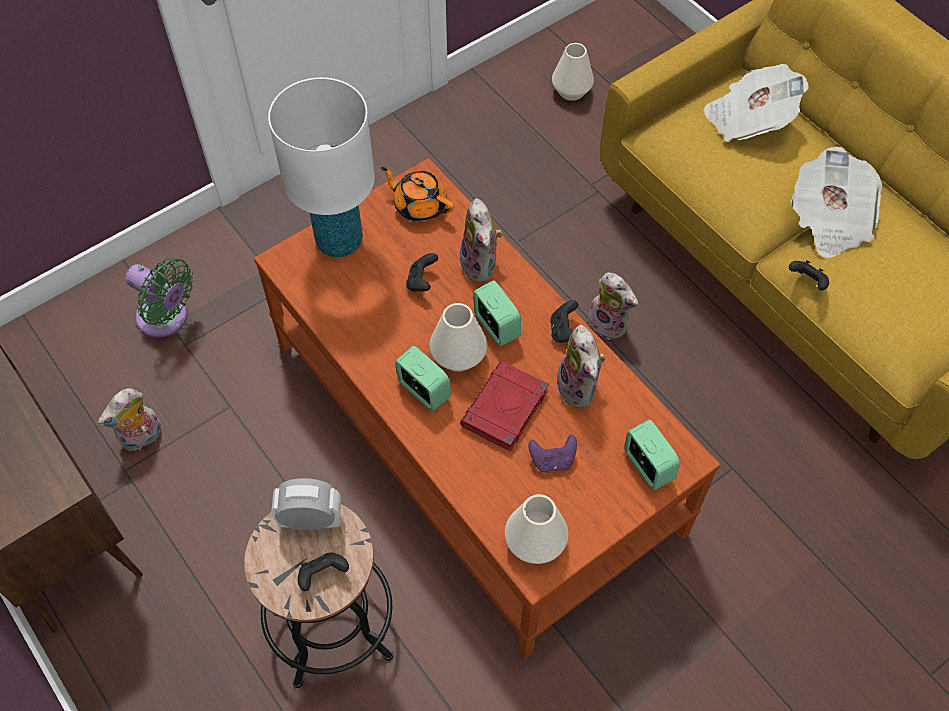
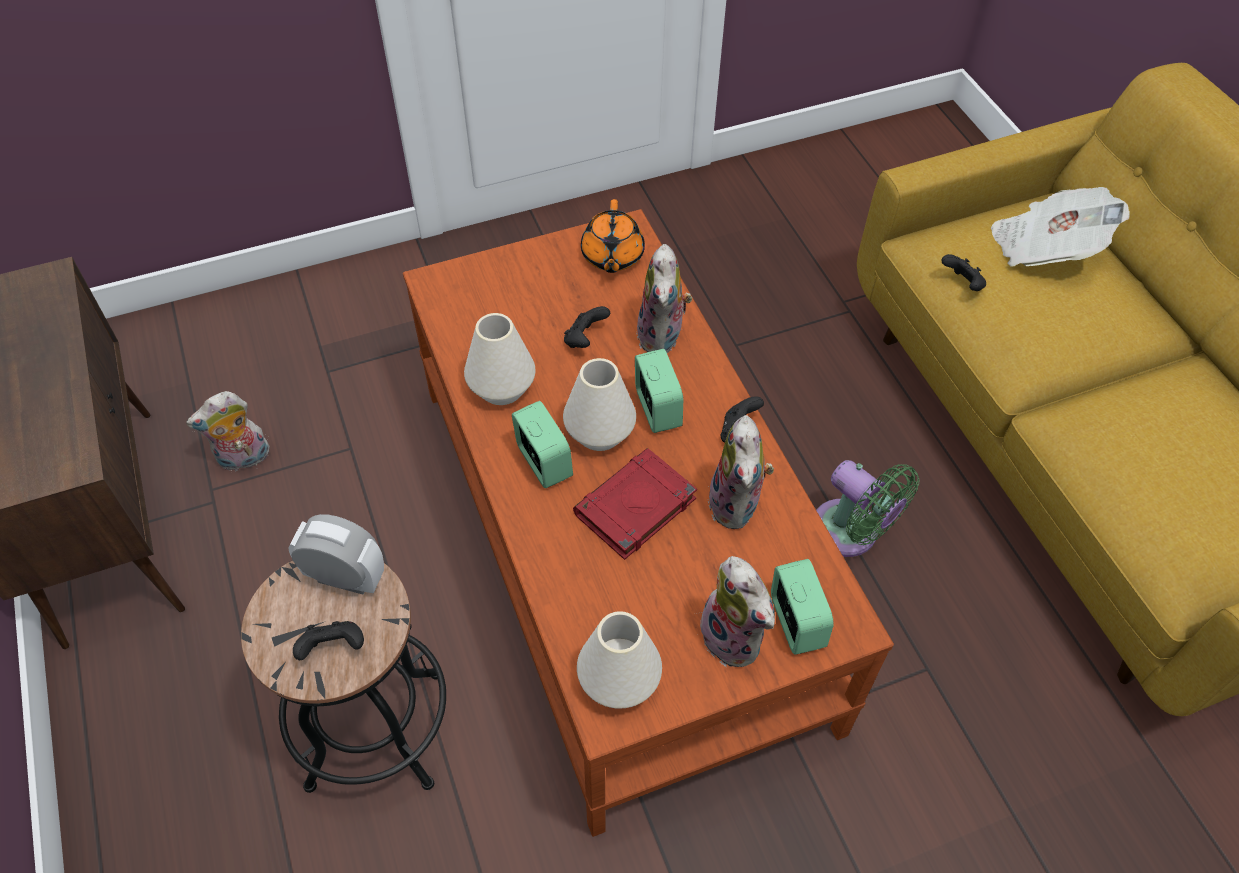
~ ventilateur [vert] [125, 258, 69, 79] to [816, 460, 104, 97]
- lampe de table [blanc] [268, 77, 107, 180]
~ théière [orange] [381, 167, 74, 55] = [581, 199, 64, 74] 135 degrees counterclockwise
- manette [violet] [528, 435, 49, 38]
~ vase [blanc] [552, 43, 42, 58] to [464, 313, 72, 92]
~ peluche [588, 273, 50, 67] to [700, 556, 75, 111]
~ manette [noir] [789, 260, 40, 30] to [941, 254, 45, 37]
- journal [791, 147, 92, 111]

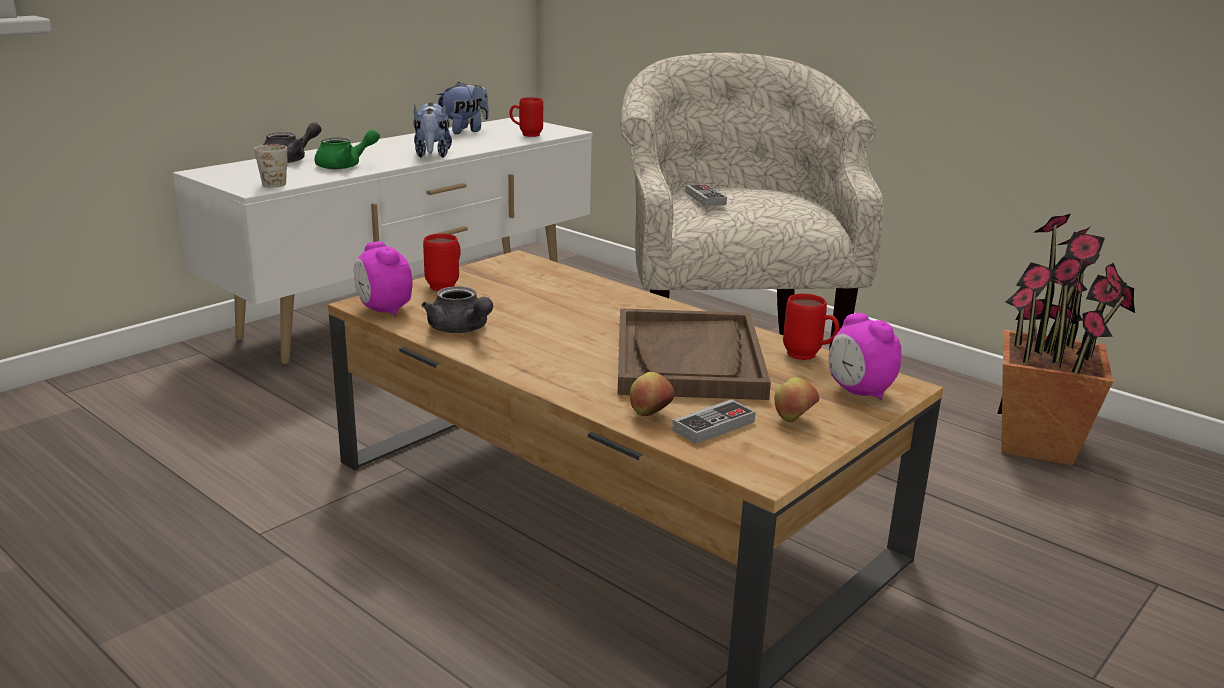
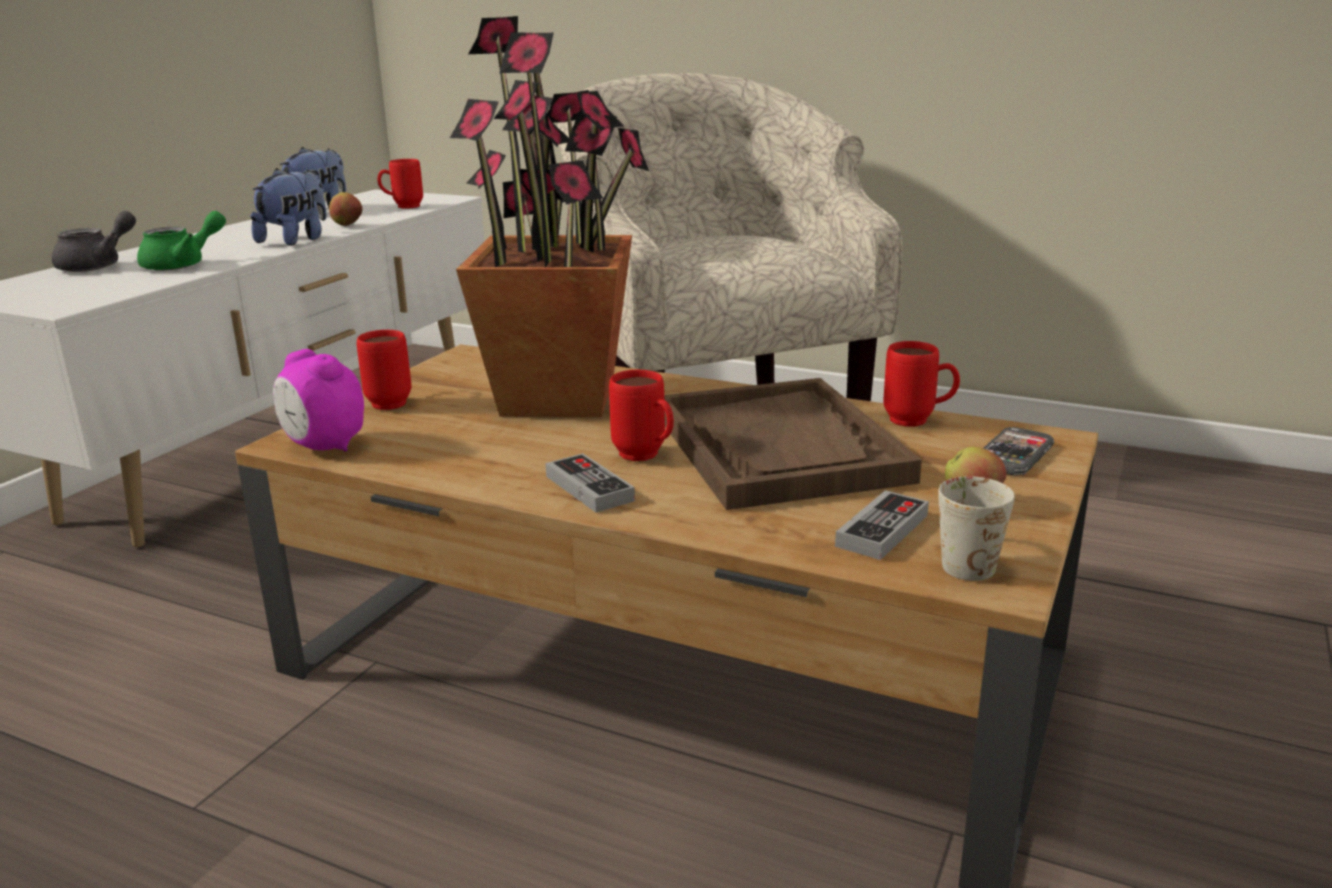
~ mug [blanc] [254, 144, 34, 44] to [938, 476, 77, 105]
~ peluche [414, 102, 38, 56] = [251, 168, 76, 78] 135 degrees counterclockwise
- théière [gris] [422, 286, 71, 47]
~ pomme [630, 372, 44, 44] to [329, 192, 33, 34]
~ manette [685, 184, 42, 22] to [545, 453, 90, 60]
~ réveil [829, 313, 72, 87] to téléphone [983, 427, 71, 49]
~ plante en pot [997, 214, 138, 252] to [450, 16, 199, 401]
+ mug [rouge] [609, 370, 65, 91]

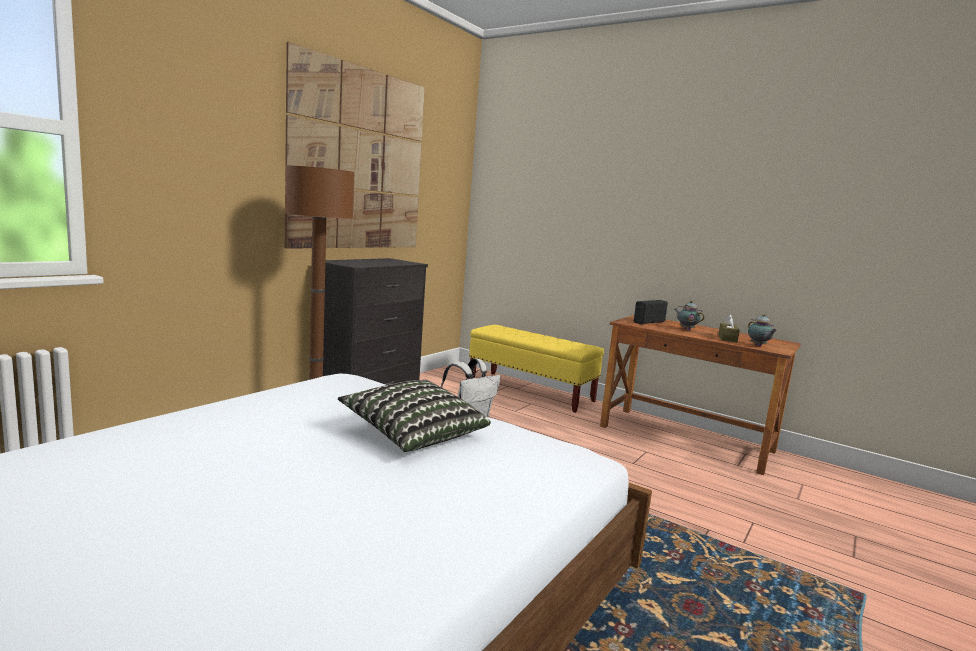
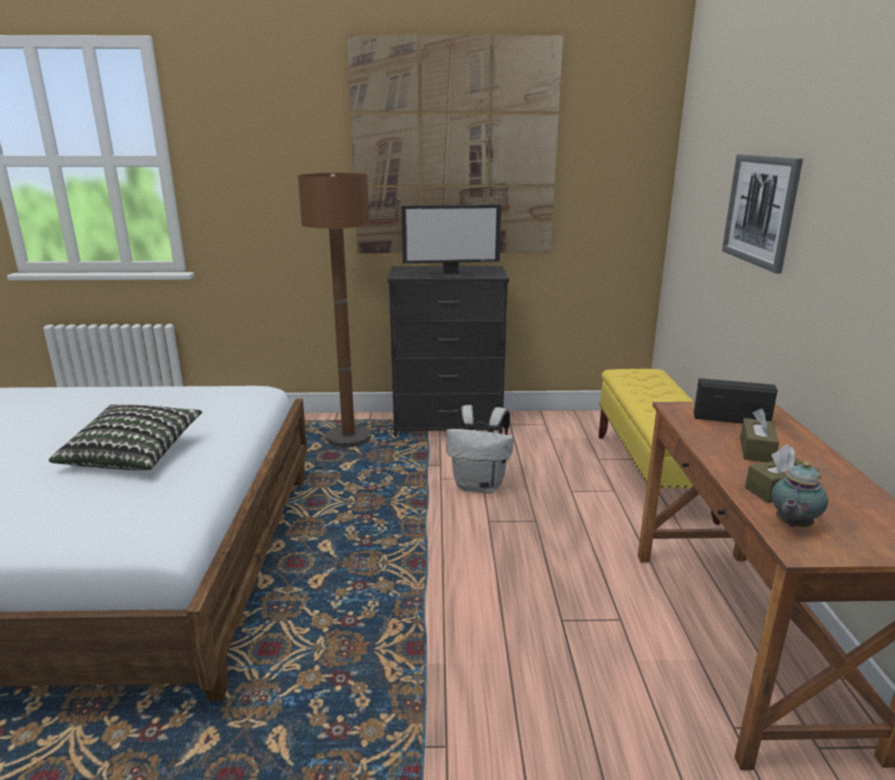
~ théière [675, 301, 30, 29] to boîte à mouchoirs [marron] [740, 409, 39, 53]
+ écran d'ordinateur [401, 205, 100, 73]
+ tableau [722, 154, 81, 119]

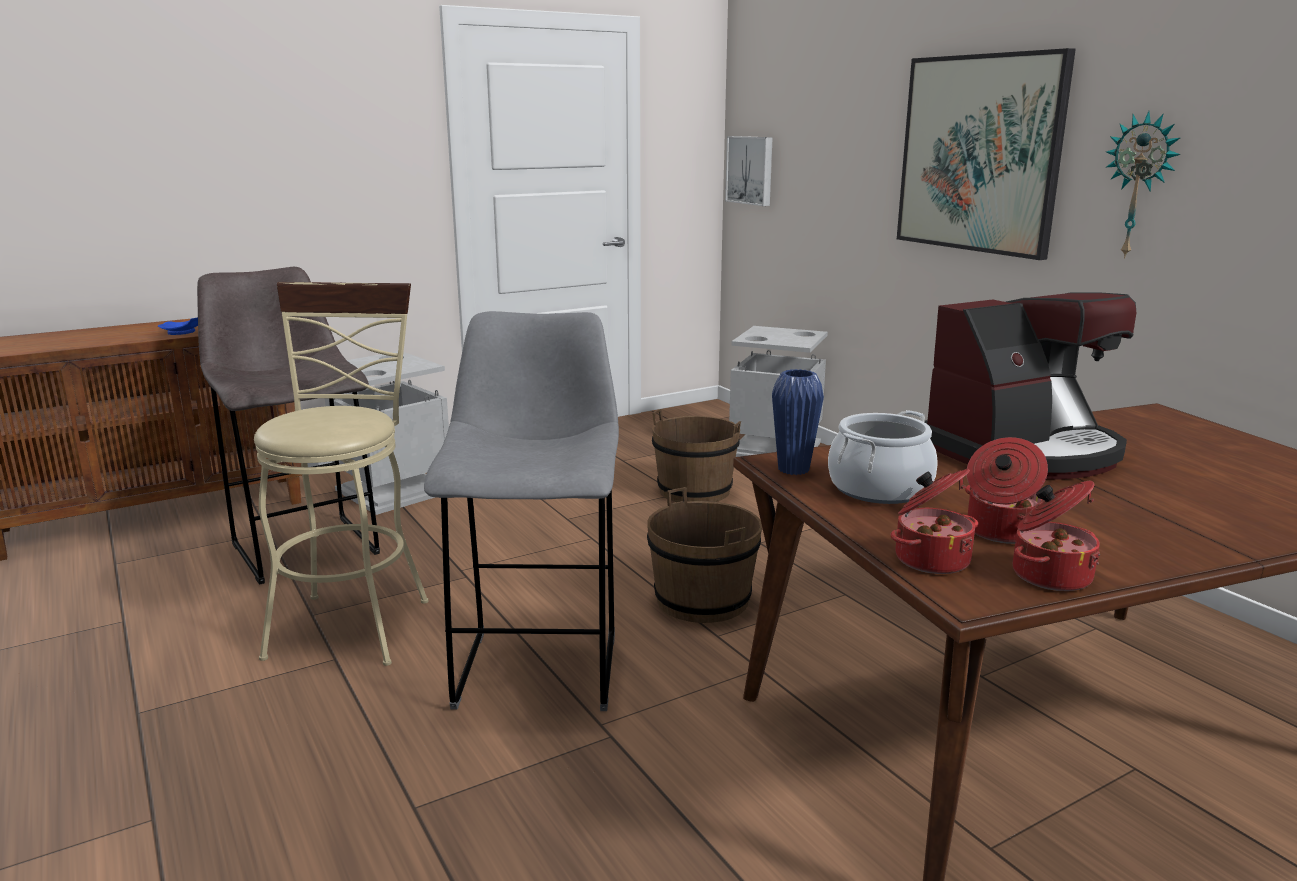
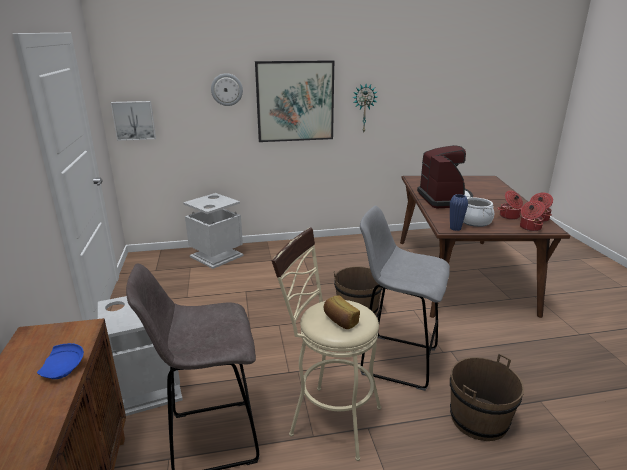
~ seau [marron] [652, 409, 89, 93] to [450, 354, 74, 87]
+ horloge murale [211, 73, 32, 33]
+ pain [324, 296, 36, 33]

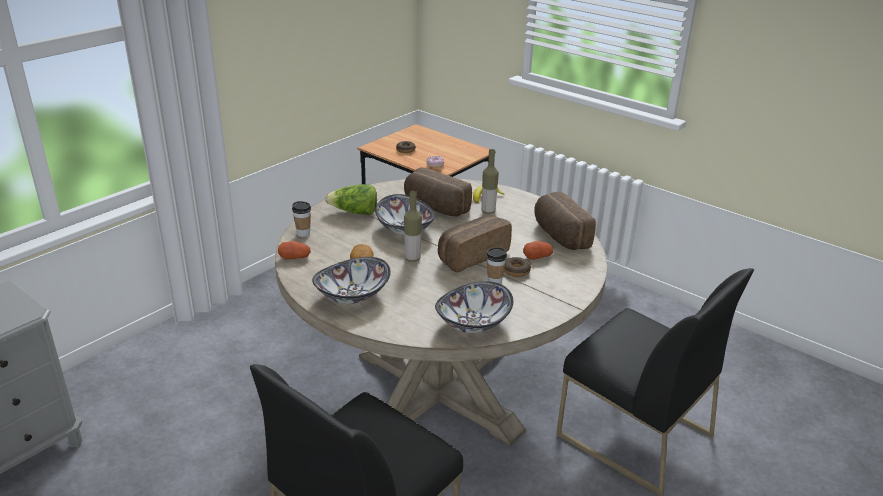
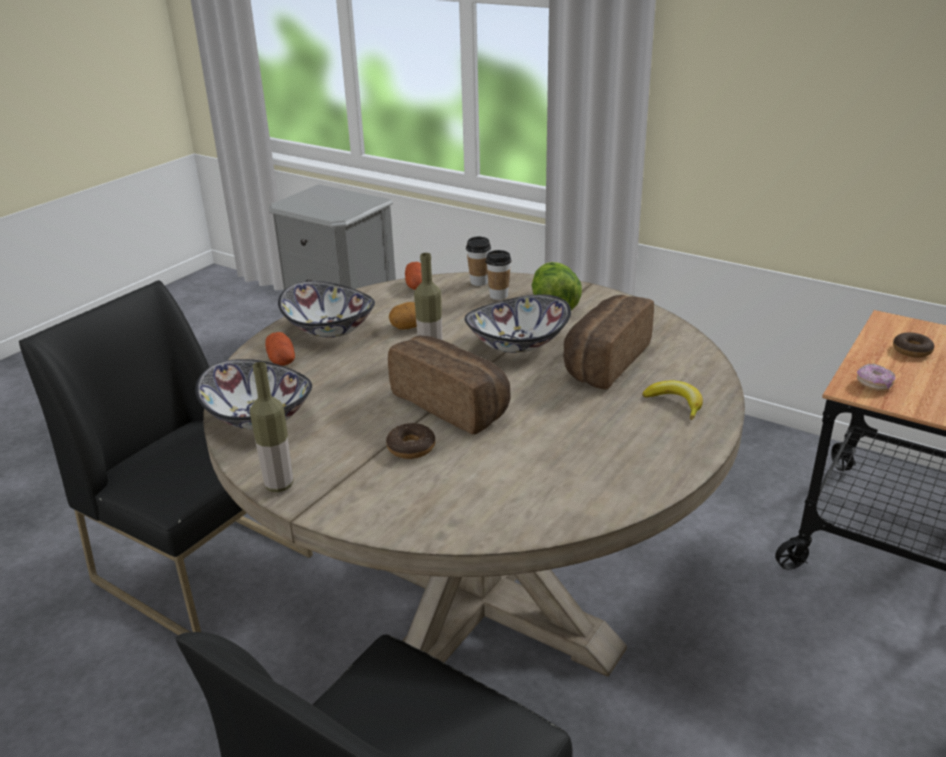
~ bouteille [481, 149, 18, 65] to [250, 362, 43, 130]
~ tasse [486, 247, 21, 37] to [485, 250, 27, 50]
~ pomme de terre [523, 241, 30, 19] to [265, 332, 30, 34]
- pain [534, 191, 62, 59]

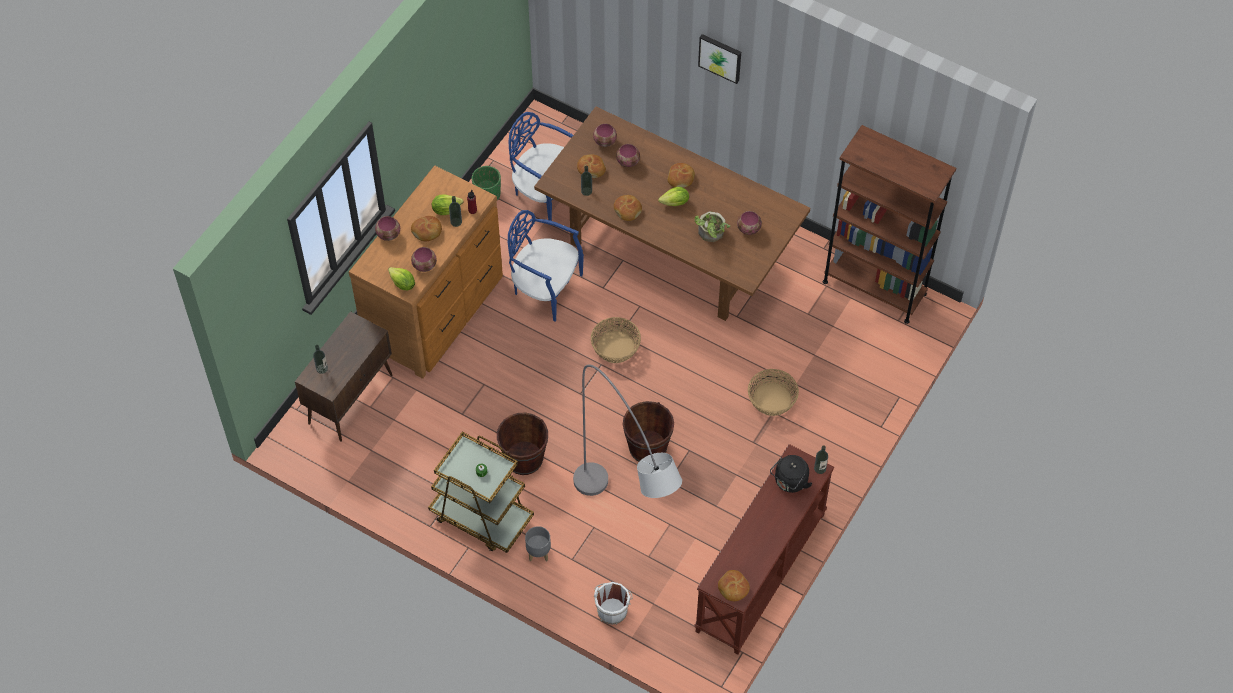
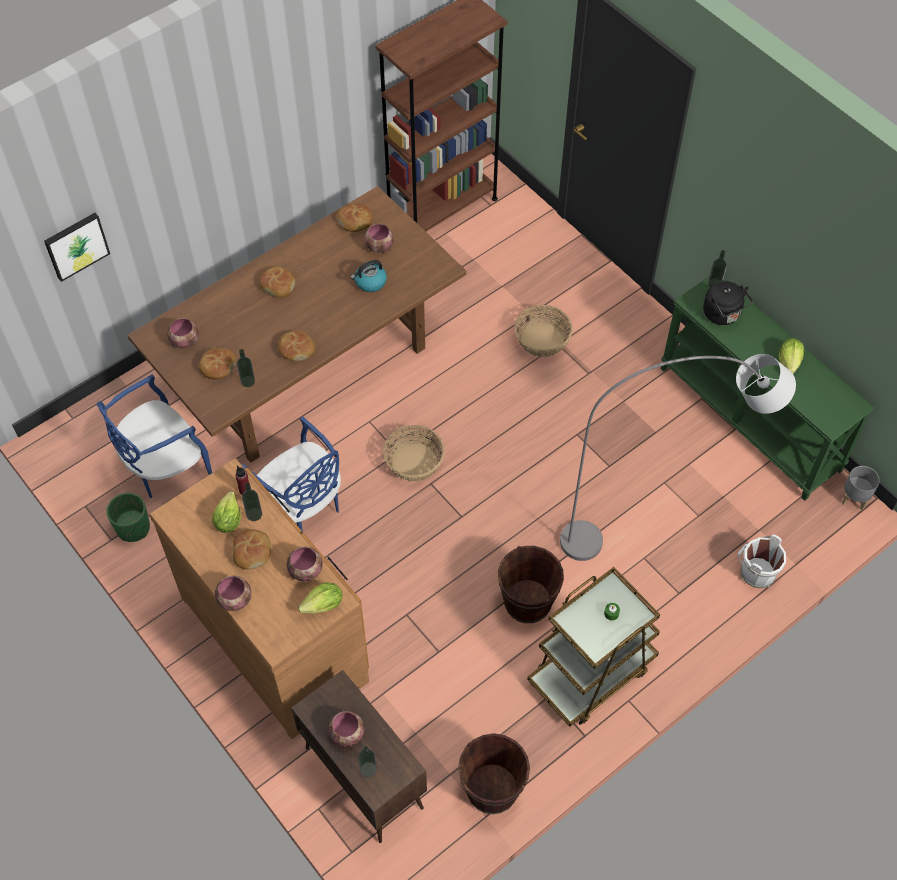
~ chaise [bleu] [508, 210, 76, 112] = [241, 416, 100, 117] 90 degrees counterclockwise
~ cache-pot [gris] [525, 526, 26, 36] to [842, 466, 38, 44]
~ bol [616, 144, 24, 23] to [328, 711, 36, 36]
~ seau [marron] [623, 401, 51, 61] to [458, 733, 72, 81]
~ laitue [658, 187, 31, 19] to [779, 338, 25, 36]
~ plante en pot [694, 211, 36, 31] to bouilloire [351, 260, 36, 32]
~ table console [marron] [694, 444, 140, 211] to table console [vert] [661, 277, 213, 224]
~ tableau [698, 34, 43, 50] to [44, 213, 66, 69]
~ pain [718, 570, 32, 31] to [337, 204, 35, 28]

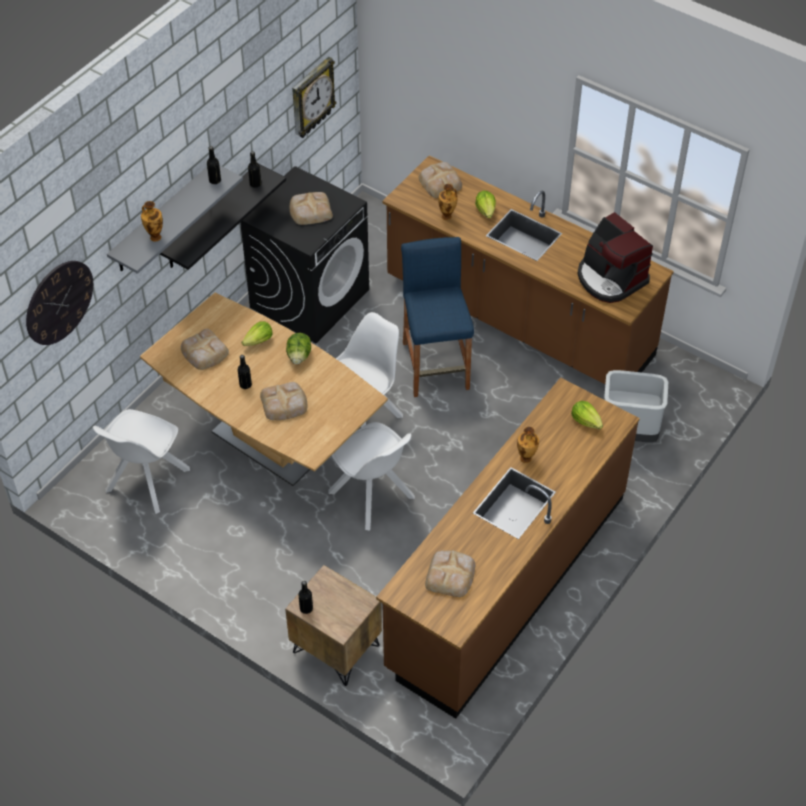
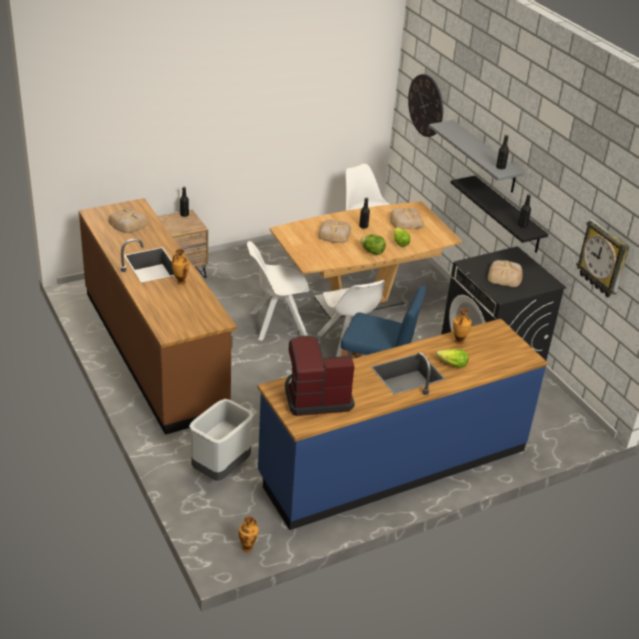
~ vase [141, 201, 22, 40] to [239, 516, 20, 37]
~ comptoir de cuisine [marron] [382, 155, 292, 229] to comptoir de cuisine [bleu] [258, 319, 290, 211]
- pain [419, 162, 43, 36]
- laitue [571, 401, 32, 29]

